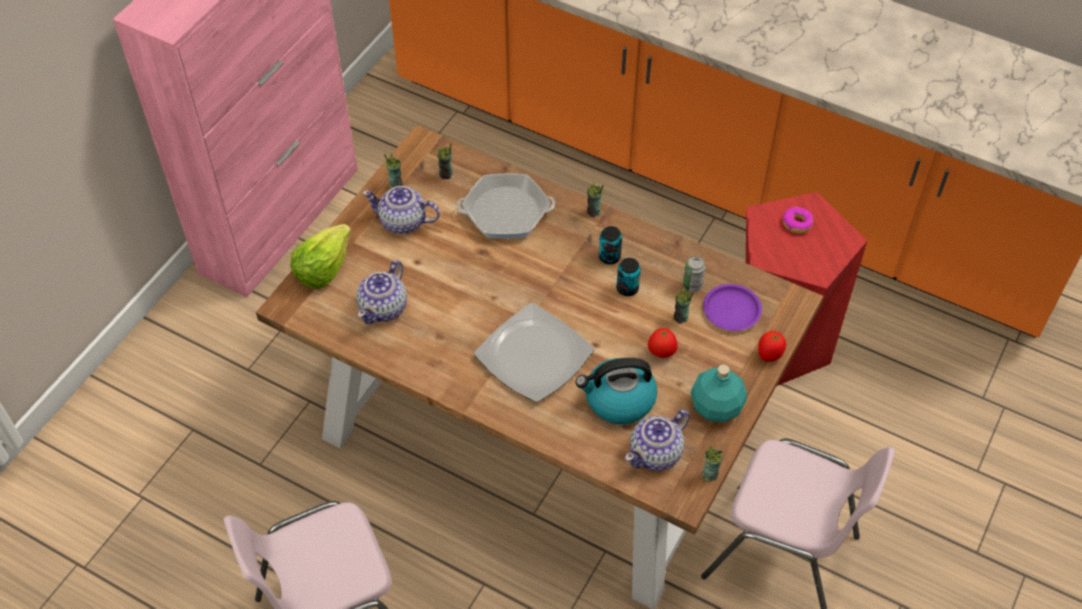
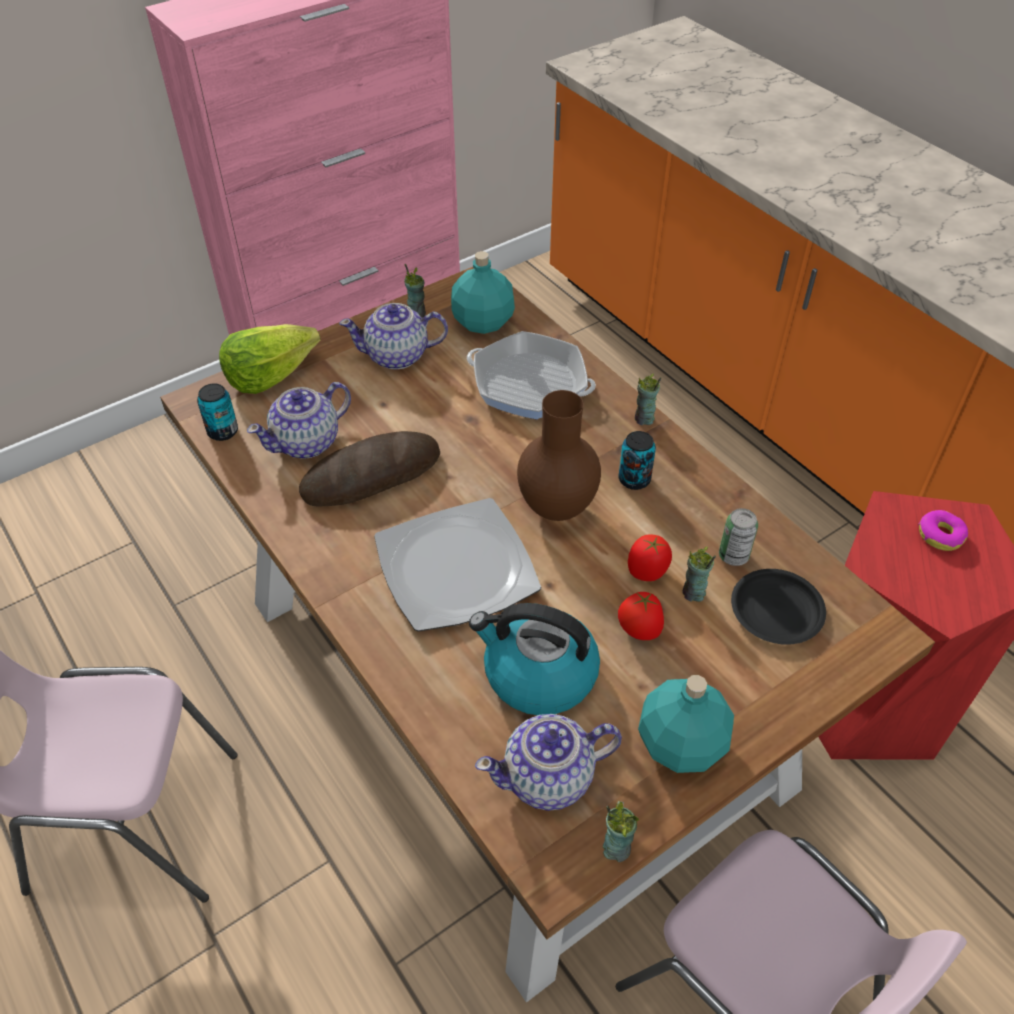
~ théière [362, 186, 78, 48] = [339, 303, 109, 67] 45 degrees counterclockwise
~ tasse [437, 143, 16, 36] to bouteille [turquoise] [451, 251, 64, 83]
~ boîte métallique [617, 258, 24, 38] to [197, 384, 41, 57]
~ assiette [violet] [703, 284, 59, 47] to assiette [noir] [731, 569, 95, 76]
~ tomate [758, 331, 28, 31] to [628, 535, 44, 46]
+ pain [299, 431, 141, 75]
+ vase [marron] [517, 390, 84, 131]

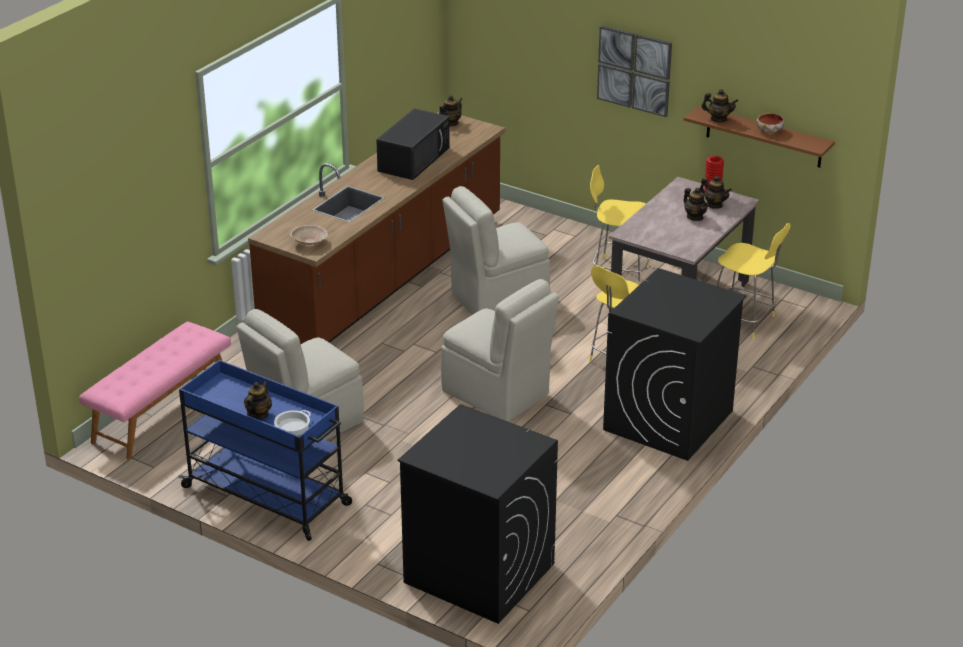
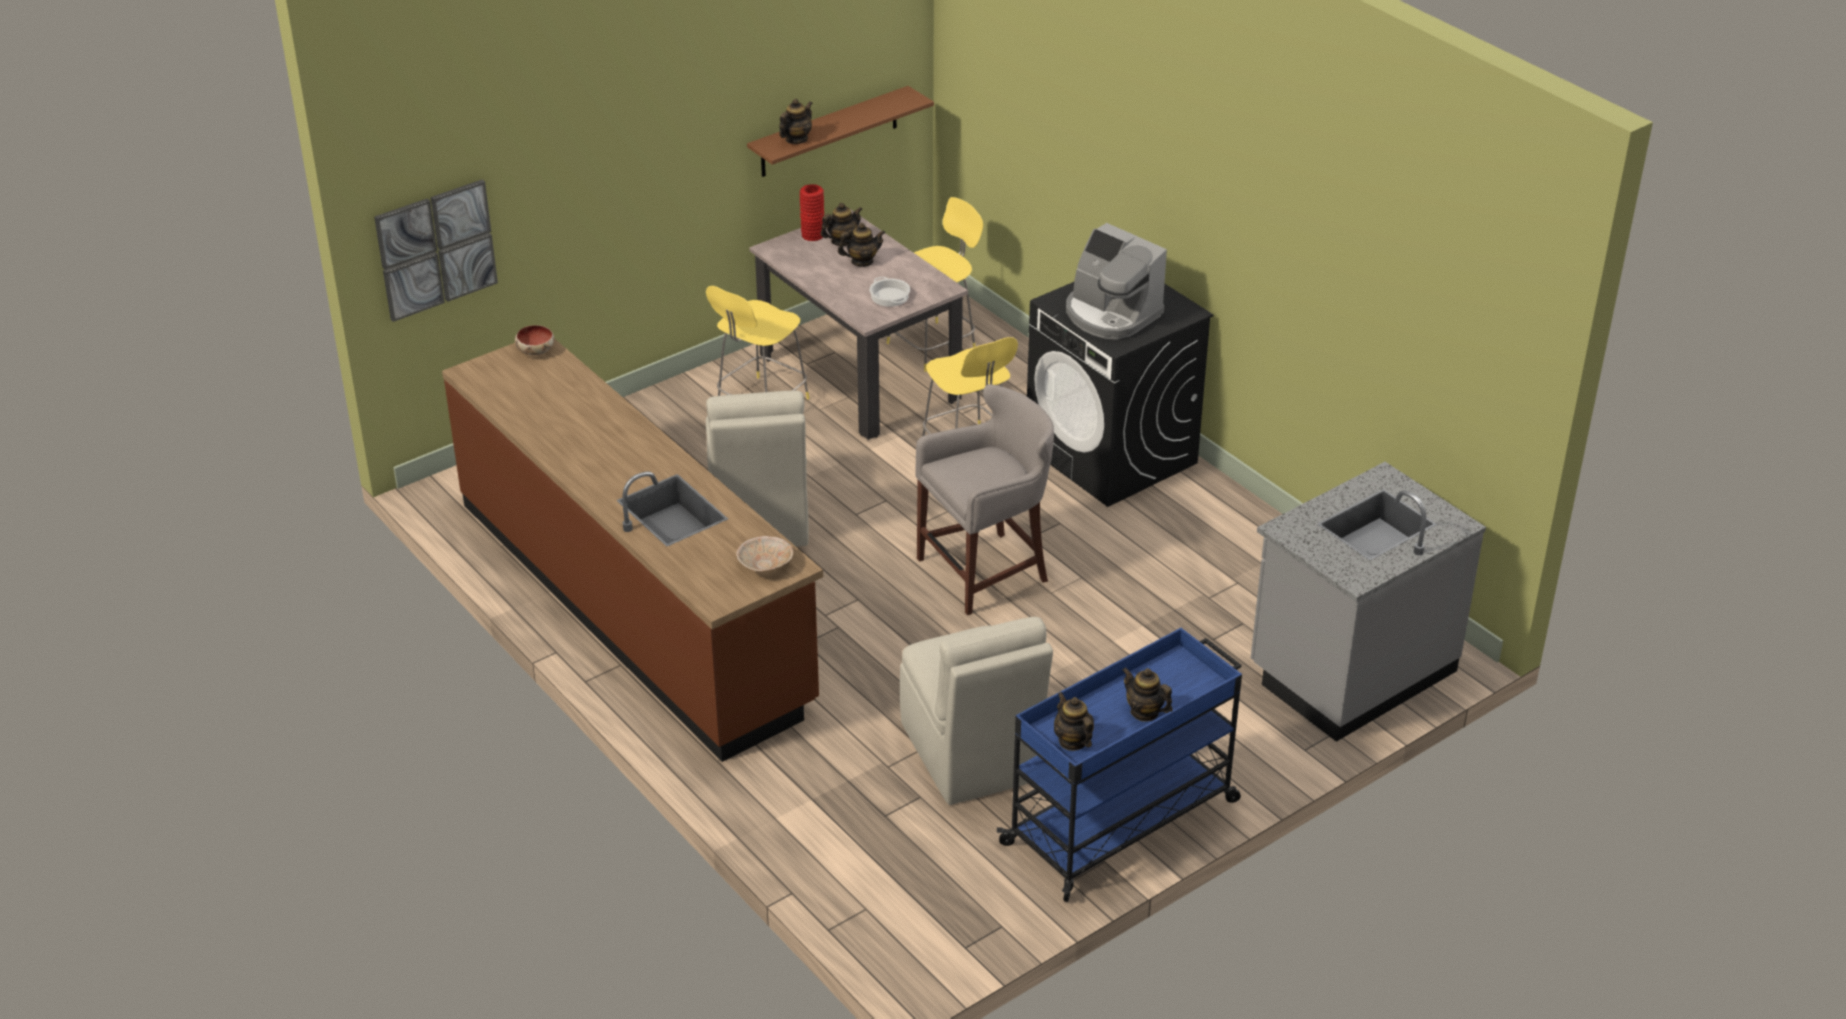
- banc [rose] [79, 322, 152, 138]
~ marmite [274, 410, 37, 25] to [869, 277, 41, 30]
- micro-ondes [noir] [376, 108, 74, 72]
~ lave-linge [noir] [398, 404, 160, 220] to comptoir de cuisine [gris] [1251, 462, 235, 280]
~ théière [439, 95, 23, 31] to [1054, 692, 40, 59]
~ chaise [beige] [441, 279, 118, 143] to tabouret [gris] [915, 384, 139, 231]
~ tableau [597, 25, 75, 92] to [374, 179, 124, 143]
~ bol [756, 114, 28, 19] to [515, 325, 39, 30]
+ machine à café [1066, 223, 101, 117]

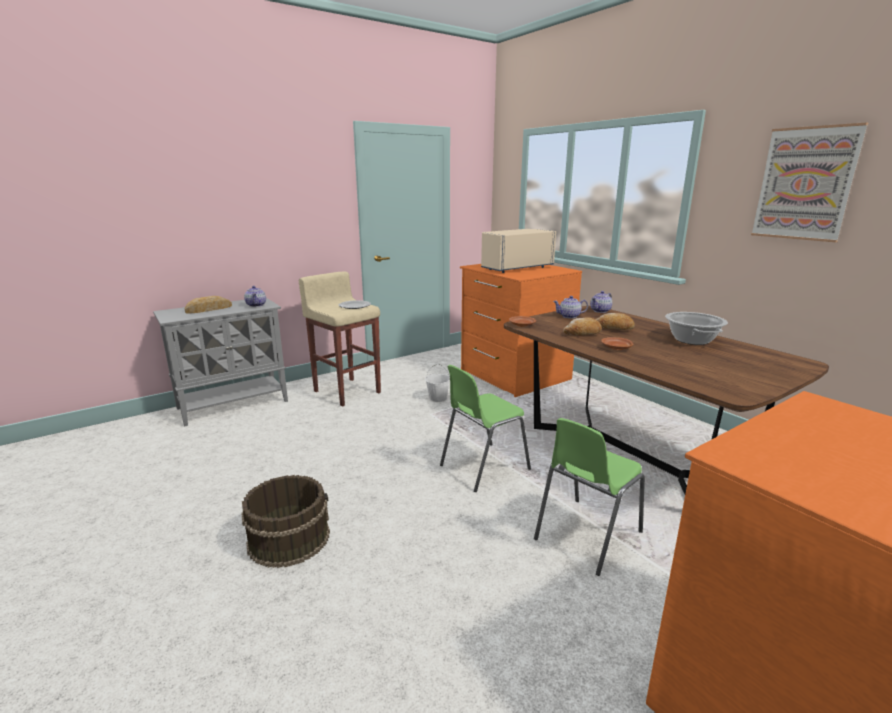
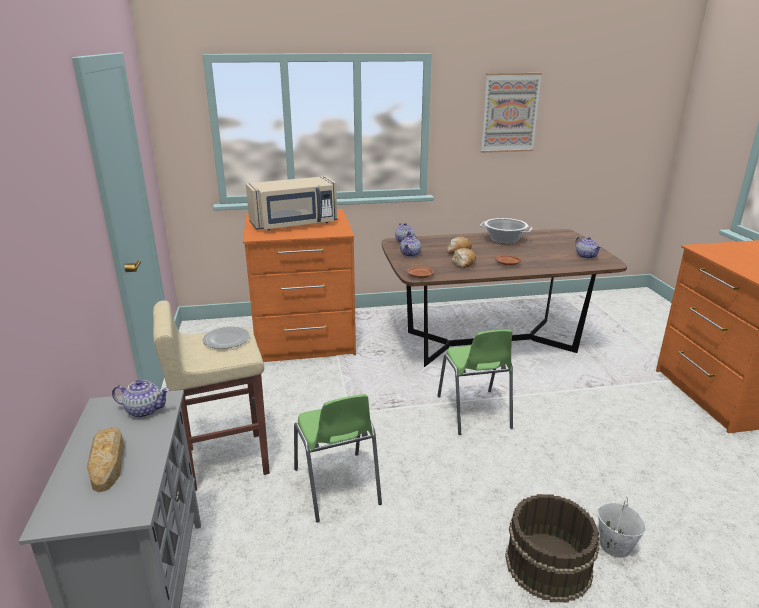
~ seau [blanc] [425, 364, 25, 38] to [597, 496, 49, 62]
~ micro-ondes [beige] [481, 229, 75, 44] = [246, 176, 91, 54] 105 degrees counterclockwise
~ chaise [vert] [534, 418, 111, 158] to [294, 394, 88, 128]
+ théière [575, 237, 27, 22]

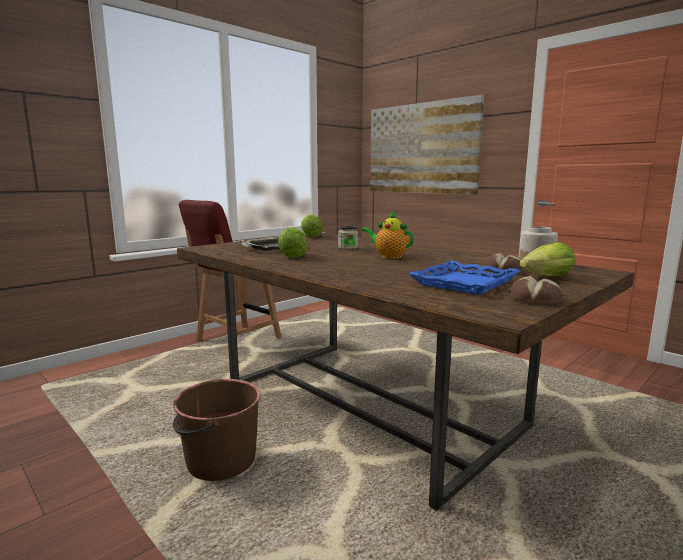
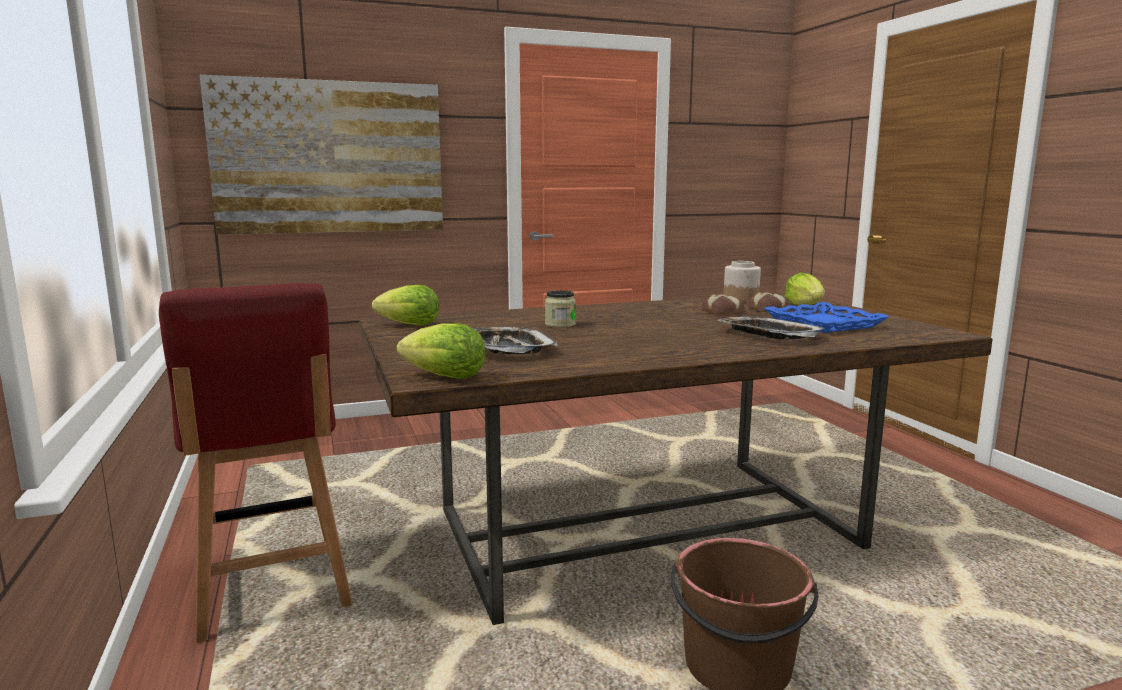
~ laitue [278, 227, 29, 31] to [397, 323, 89, 56]
- théière [362, 211, 52, 48]
~ pain [510, 276, 53, 29] to [702, 294, 42, 21]
+ plateau [718, 316, 108, 24]

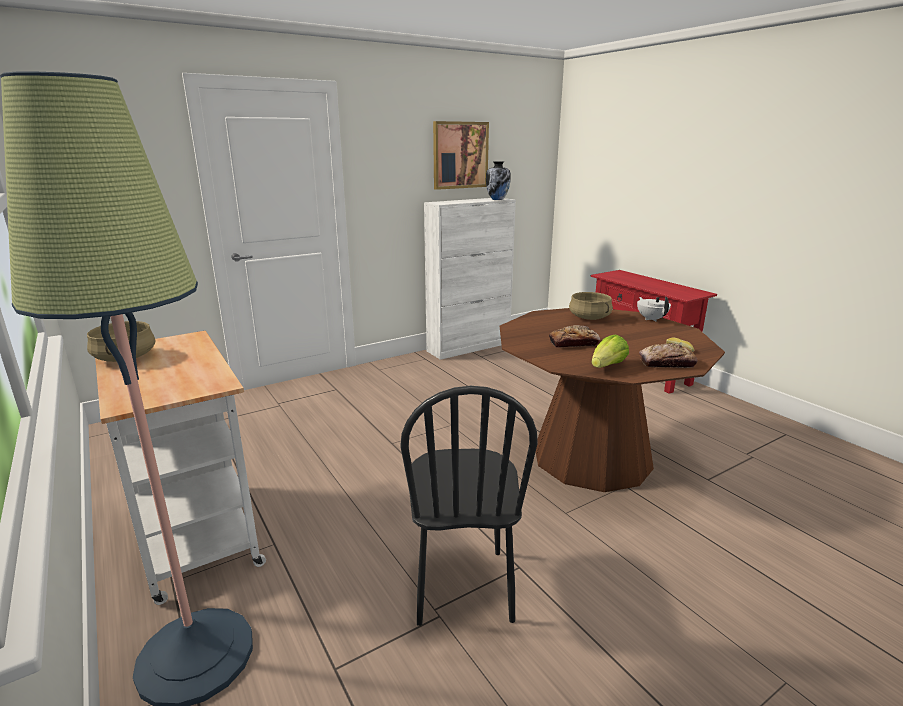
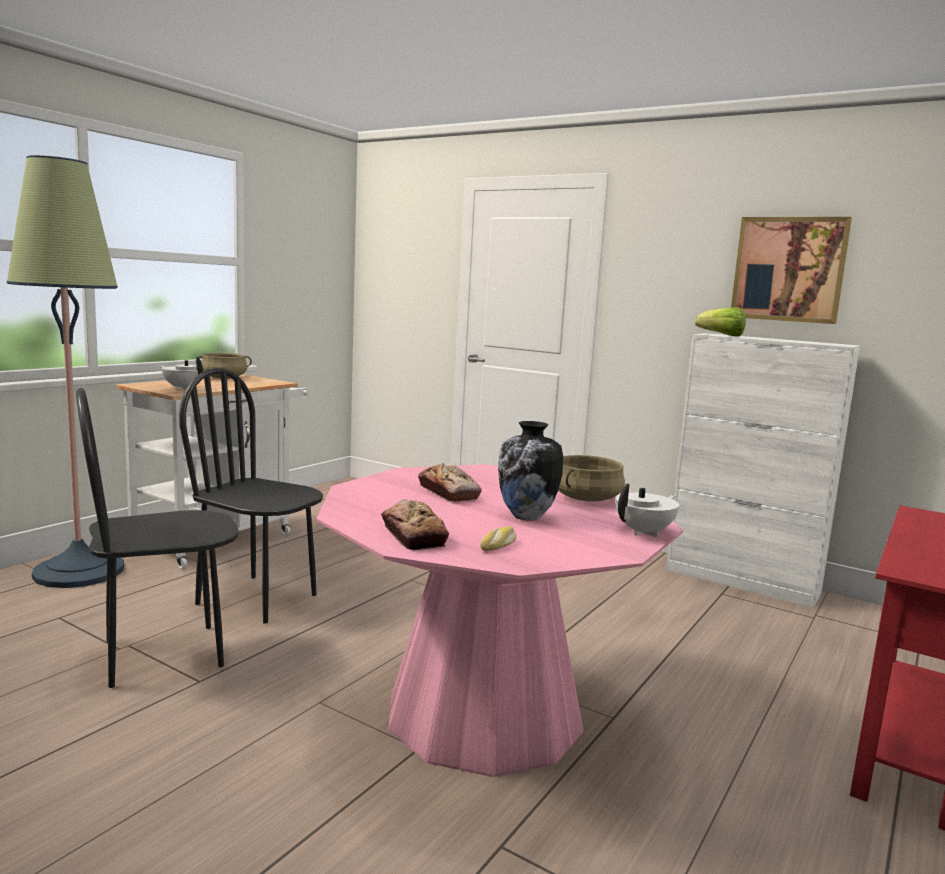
~ vase [486, 161, 25, 39] to [498, 421, 65, 99]
~ table à manger [marron] [500, 308, 225, 184] to table à manger [rose] [317, 464, 366, 313]
~ laitue [591, 335, 38, 33] to [695, 307, 51, 29]
+ théière [blanc] [161, 357, 42, 32]
+ chaise [noir] [179, 368, 144, 256]

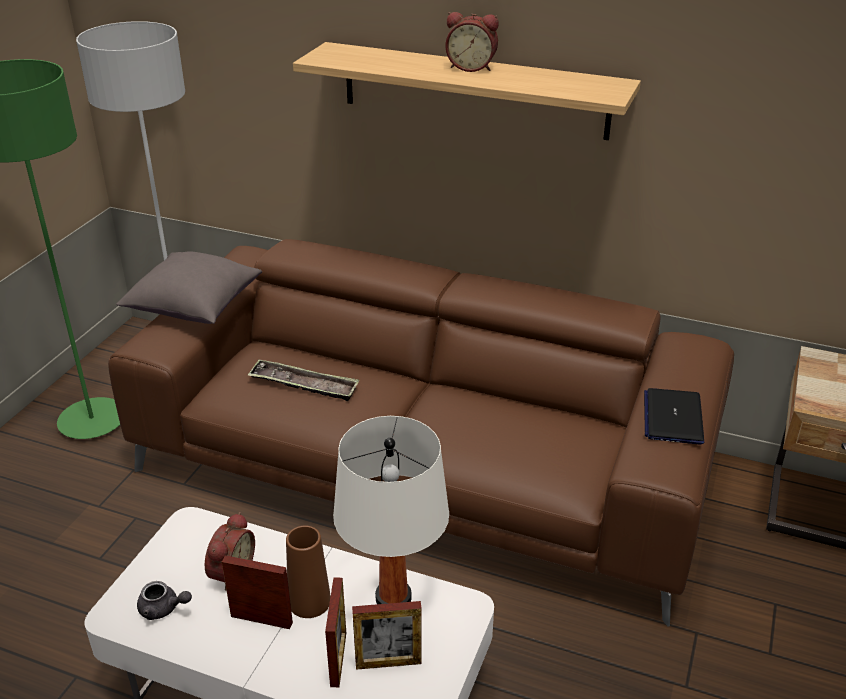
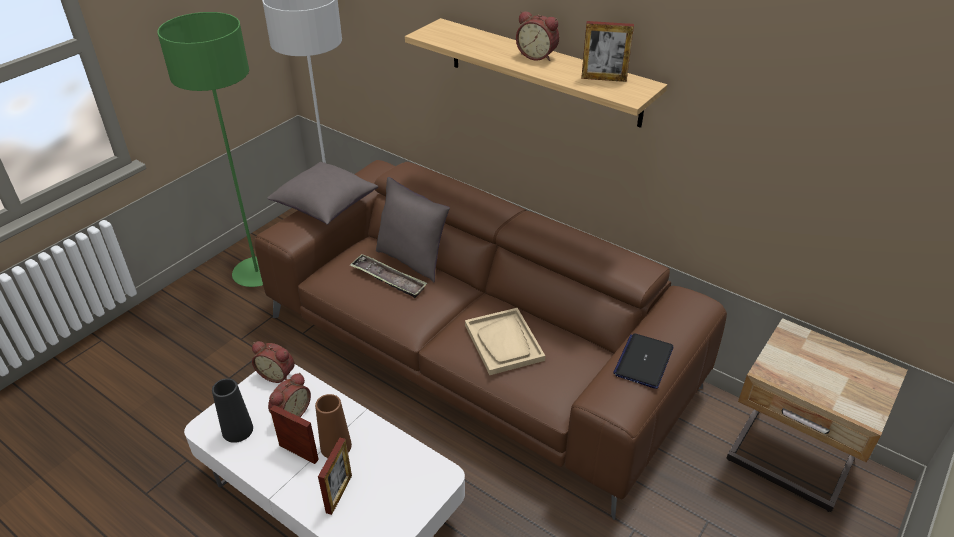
~ théière [gris] [137, 581, 55, 39] to vase [noir] [212, 378, 41, 65]
- lampe de table [blanc] [333, 416, 116, 188]
~ cadre photo [352, 601, 70, 69] to [581, 21, 53, 61]
+ réveil [252, 341, 43, 42]
+ coussin [gris] [376, 177, 74, 106]
+ plateau [beige] [465, 308, 80, 67]

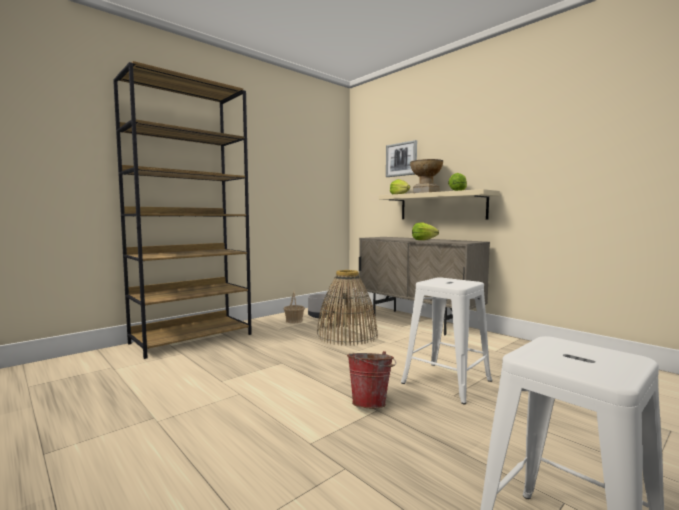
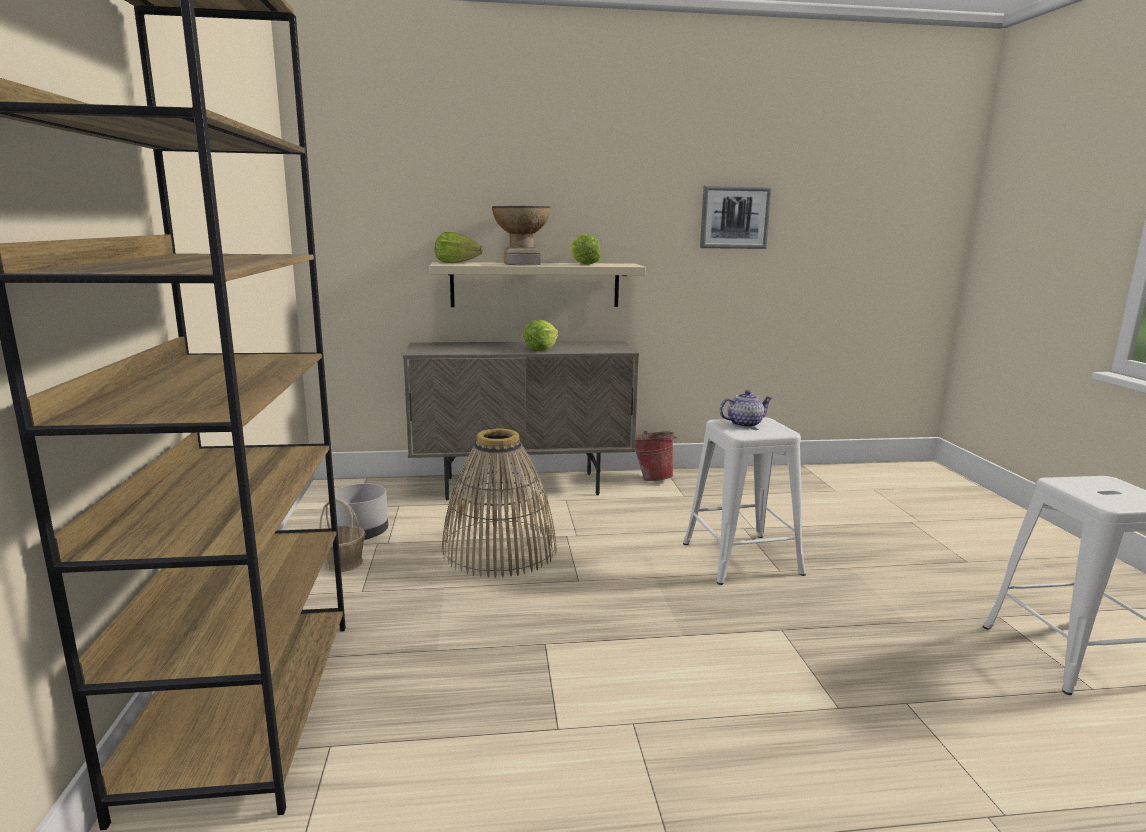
~ seau [347, 351, 49, 57] to [635, 431, 42, 50]
~ tableau [386, 140, 31, 37] to [700, 186, 72, 63]
+ théière [720, 390, 52, 38]

